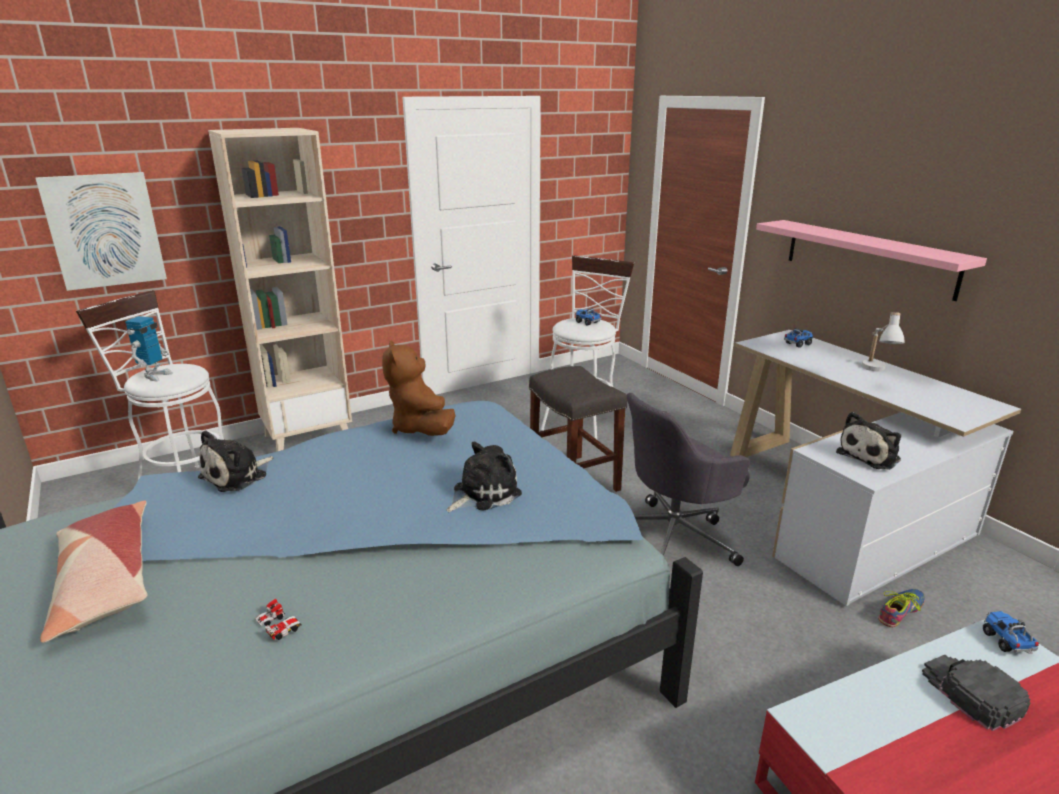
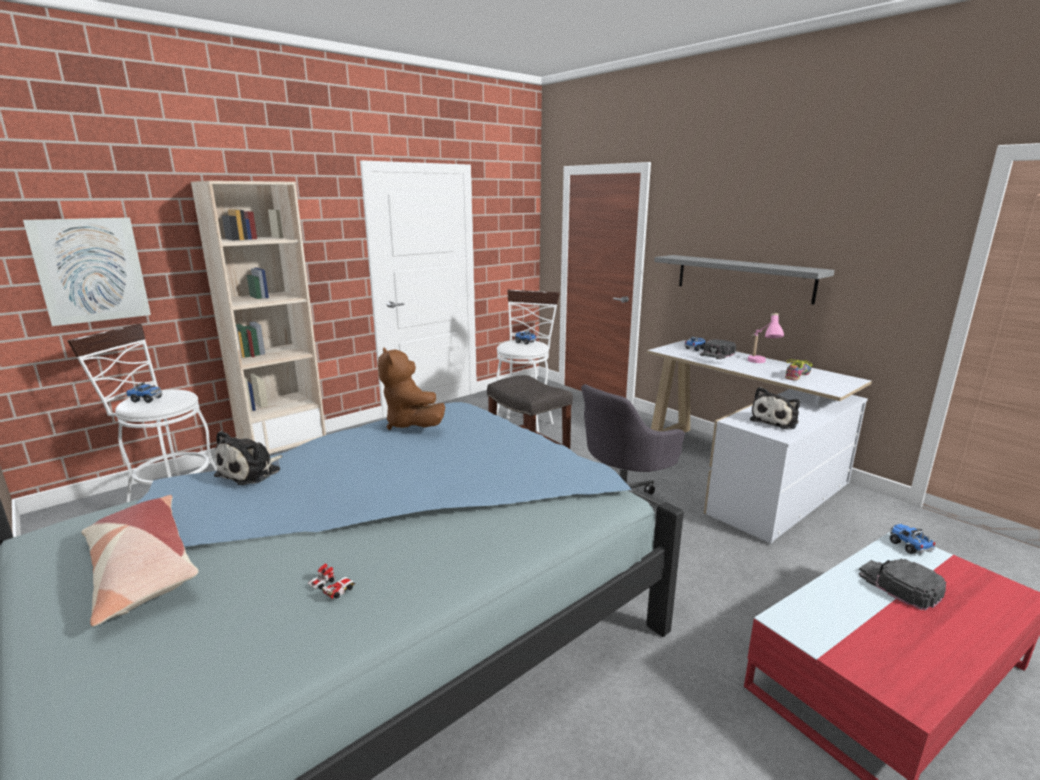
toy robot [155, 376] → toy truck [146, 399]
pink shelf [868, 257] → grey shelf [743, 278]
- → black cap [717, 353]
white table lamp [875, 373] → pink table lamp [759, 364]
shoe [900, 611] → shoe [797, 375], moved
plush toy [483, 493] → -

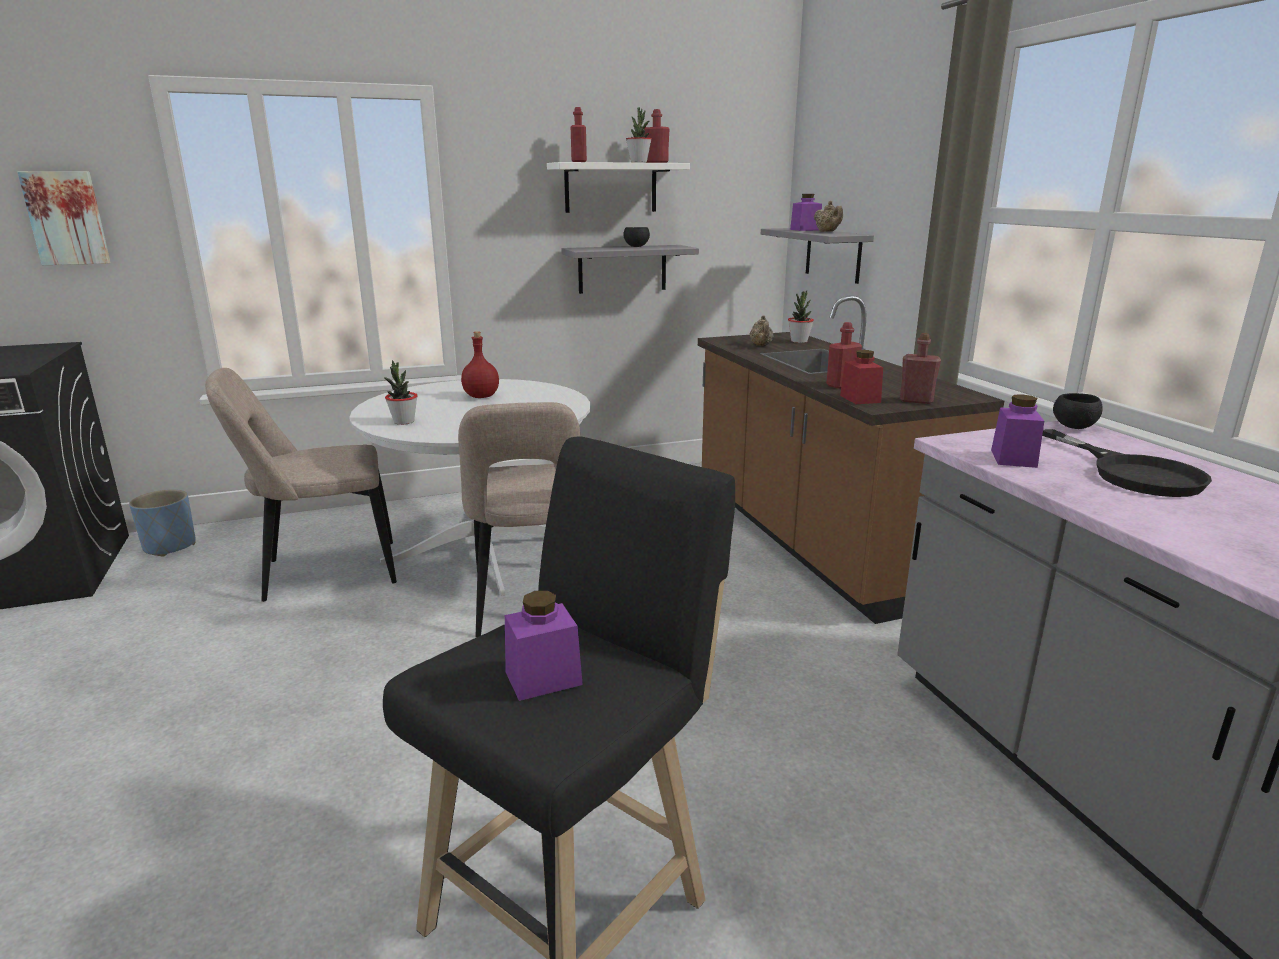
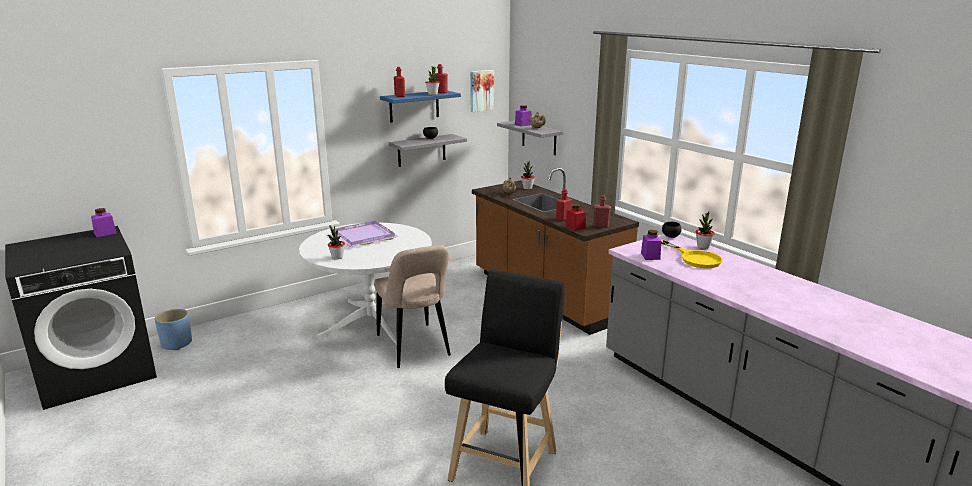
purple jar [543, 678] → purple jar [105, 233], moved
red bottle [482, 396] → purple tray [365, 236]
white shelf [610, 188] → blue shelf [414, 106]
picture [66, 218] → picture [481, 90], moved
black frying pan [1133, 473] → yellow frying pan [695, 258]
- → potted plant [703, 246]
beige chair [323, 573] → -

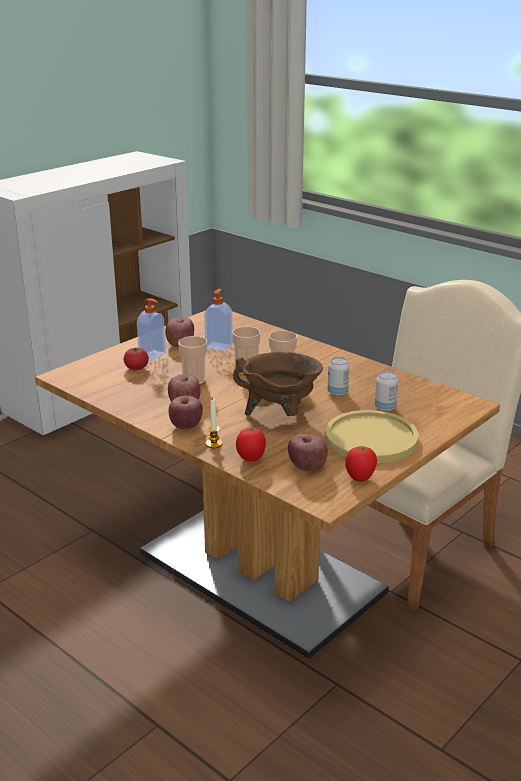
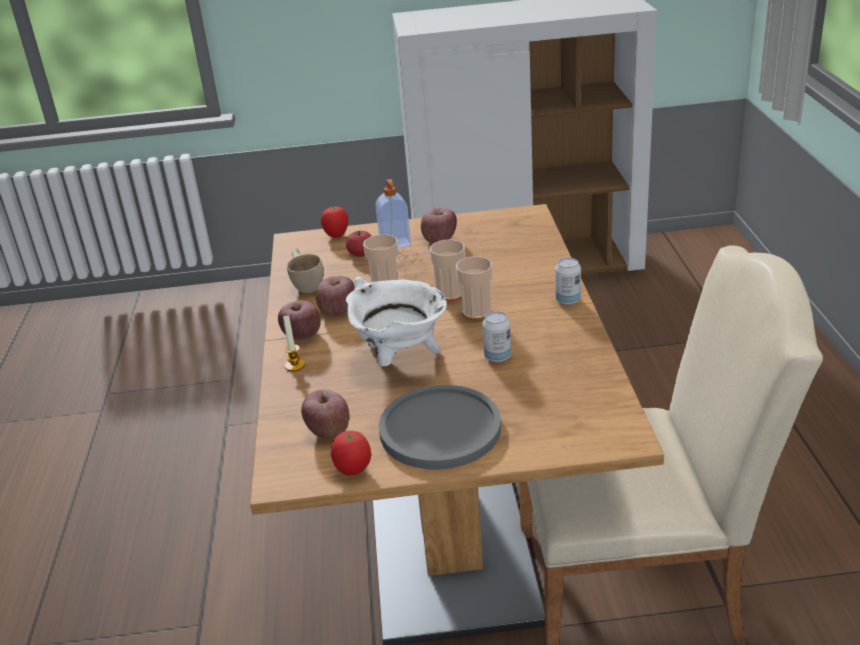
- → beige cup [307, 283]
tomato [251, 459] → tomato [336, 236], moved
brown cooking pot [280, 415] → white cooking pot [400, 359]
yellow plate [371, 439] → grey plate [440, 429]
can [385, 408] → can [568, 300], moved
soap dispenser [219, 346] → -

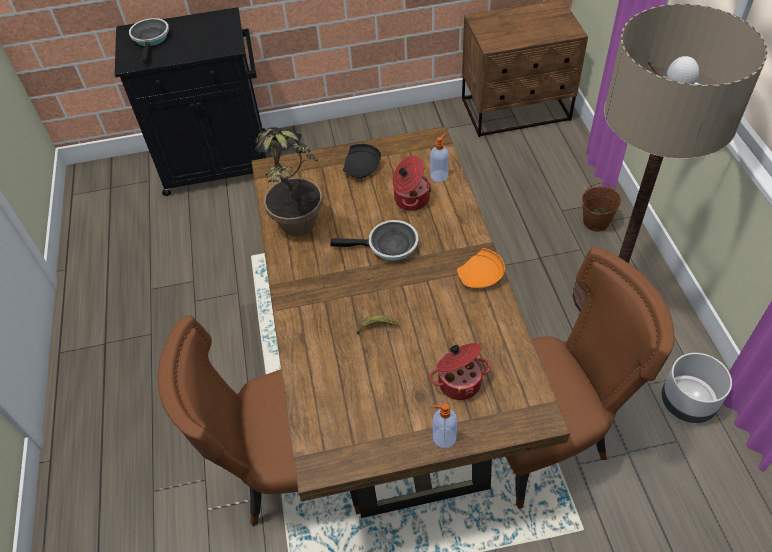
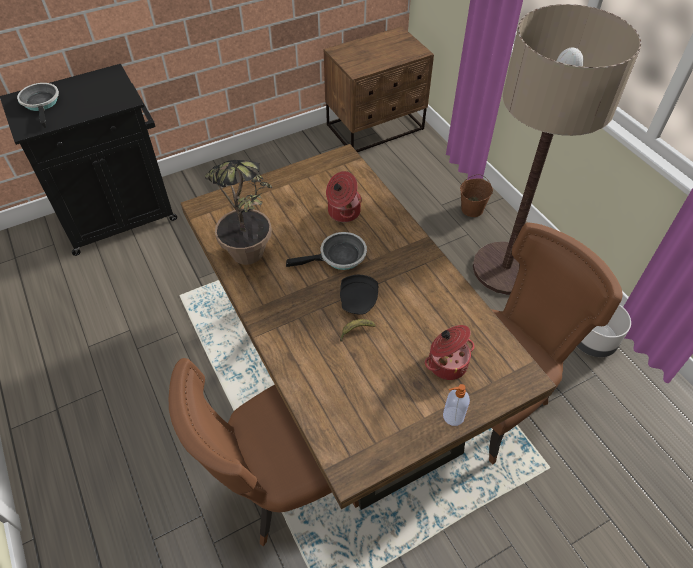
black plate [362, 168] → black plate [359, 300], moved
soap dispenser [439, 175] → -
orange plate [481, 277] → -

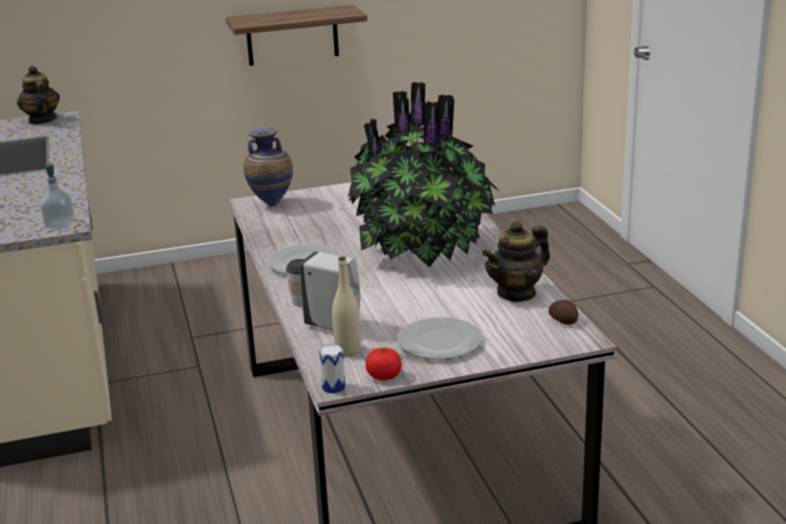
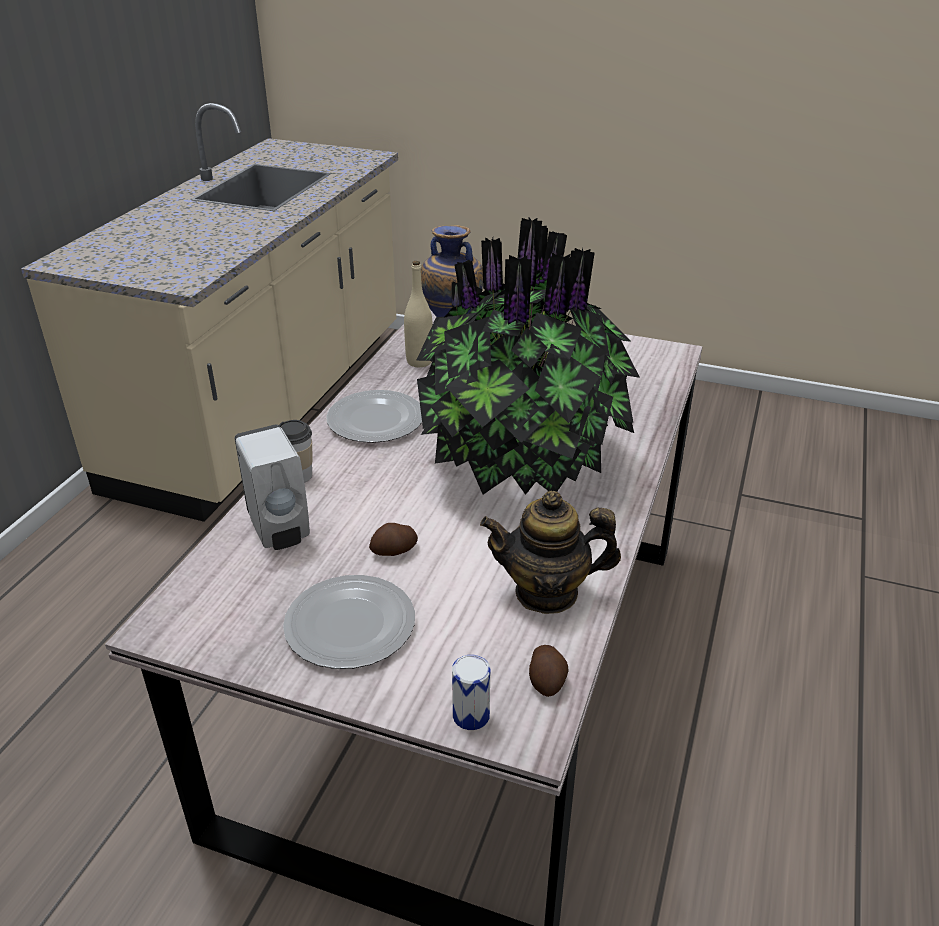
- → potato [394, 551]
beige bottle [348, 351] → beige bottle [419, 361], moved
can [333, 387] → can [471, 715], moved
teapot [41, 120] → -
soap dispenser [60, 224] → -
shelf [292, 35] → -
tomato [384, 376] → -

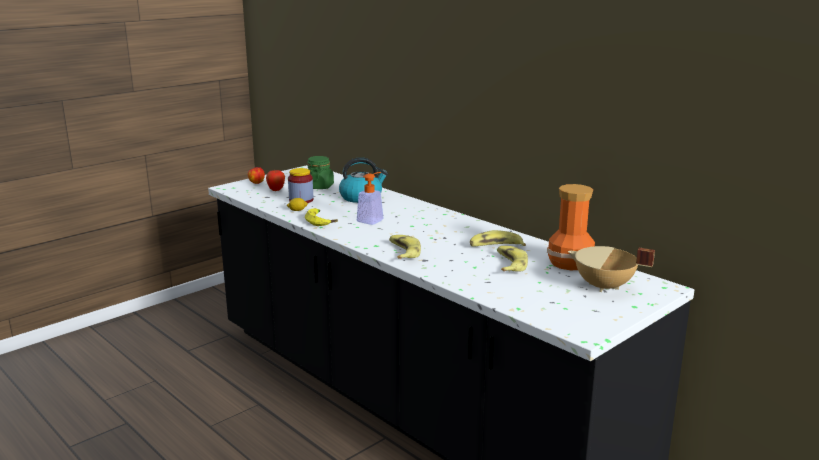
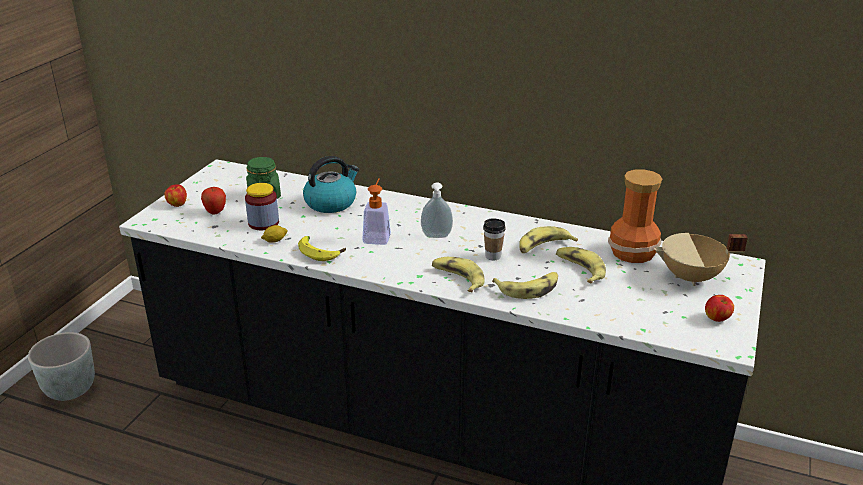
- → grey planter [70, 389]
- → soap dispenser [436, 237]
- → cup [493, 256]
- → banana [528, 289]
- → apple [717, 319]

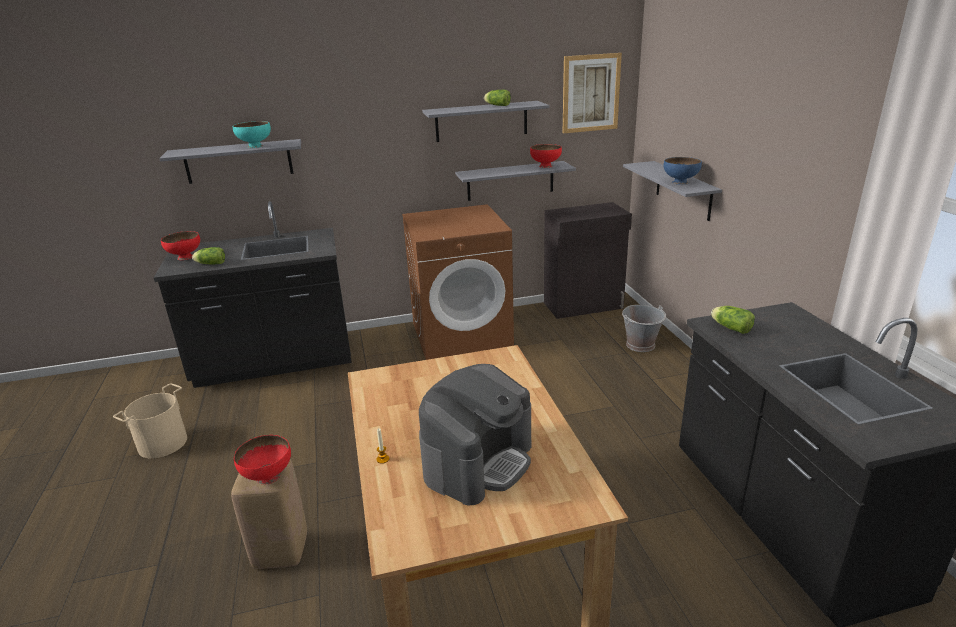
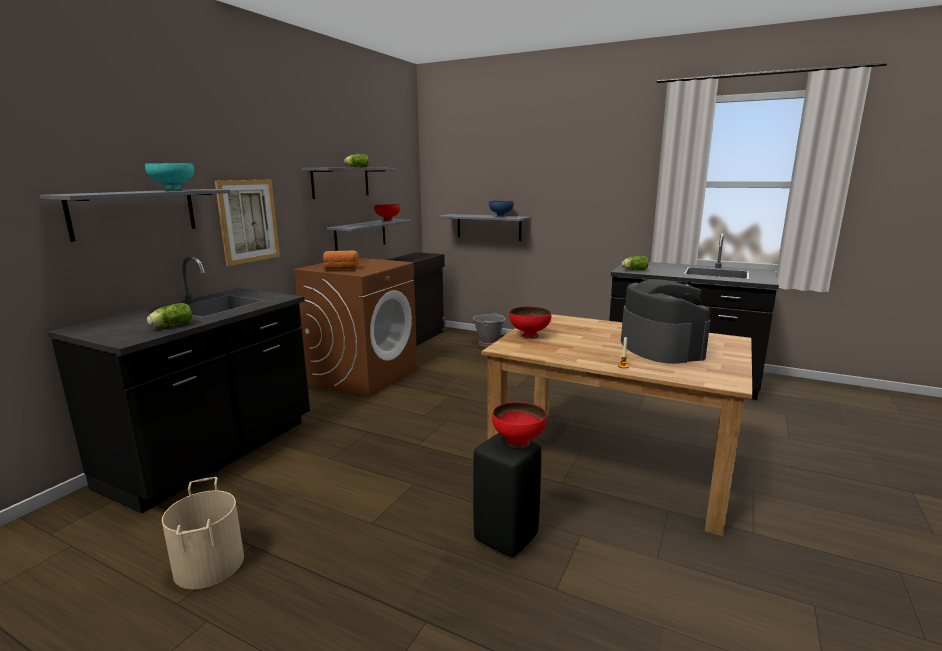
picture [591, 93] → picture [248, 221], moved
- → bread [341, 269]
beige stool [280, 550] → black stool [504, 538]
red bowl [185, 257] → red bowl [529, 335], moved

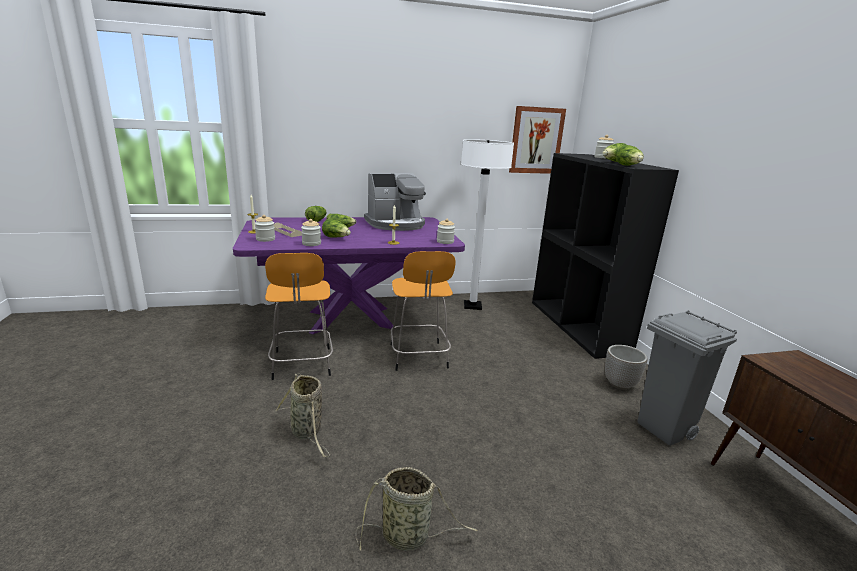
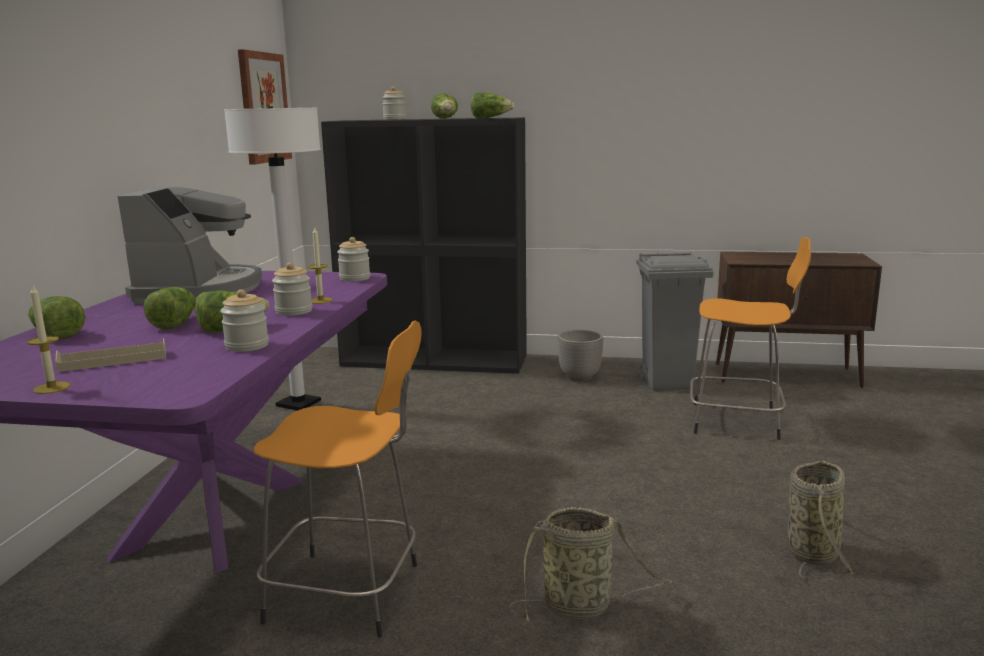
jar [265, 239] → jar [294, 311], moved
orange stool [418, 357] → orange stool [739, 421], moved

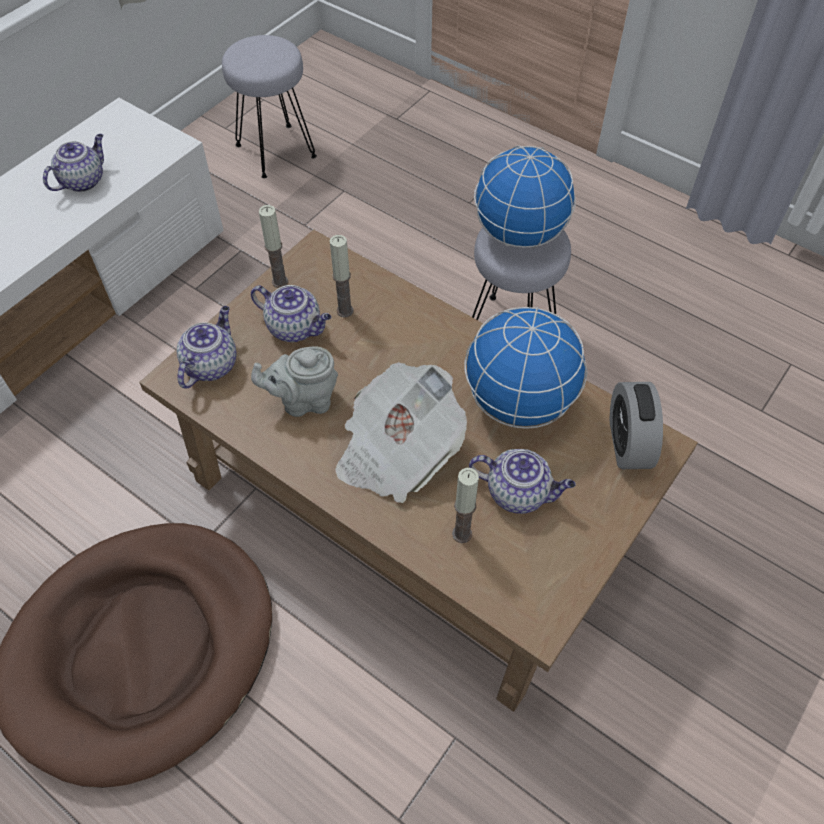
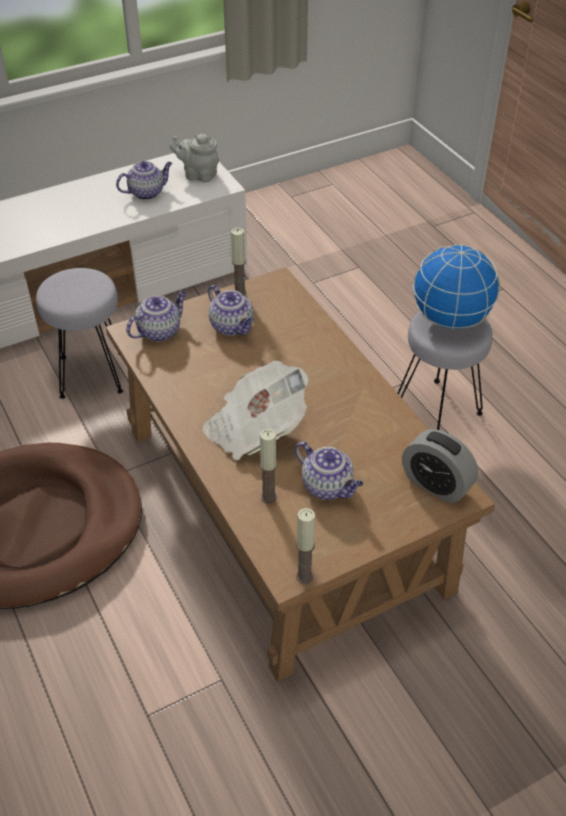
grey stool [276, 150] → grey stool [92, 373], moved
grey teapot [304, 401] → grey teapot [198, 175], moved
candle [345, 311] → candle [304, 576], moved
alarm clock [628, 443] → alarm clock [436, 484], 75 degrees counterclockwise
globe [519, 401] → -

